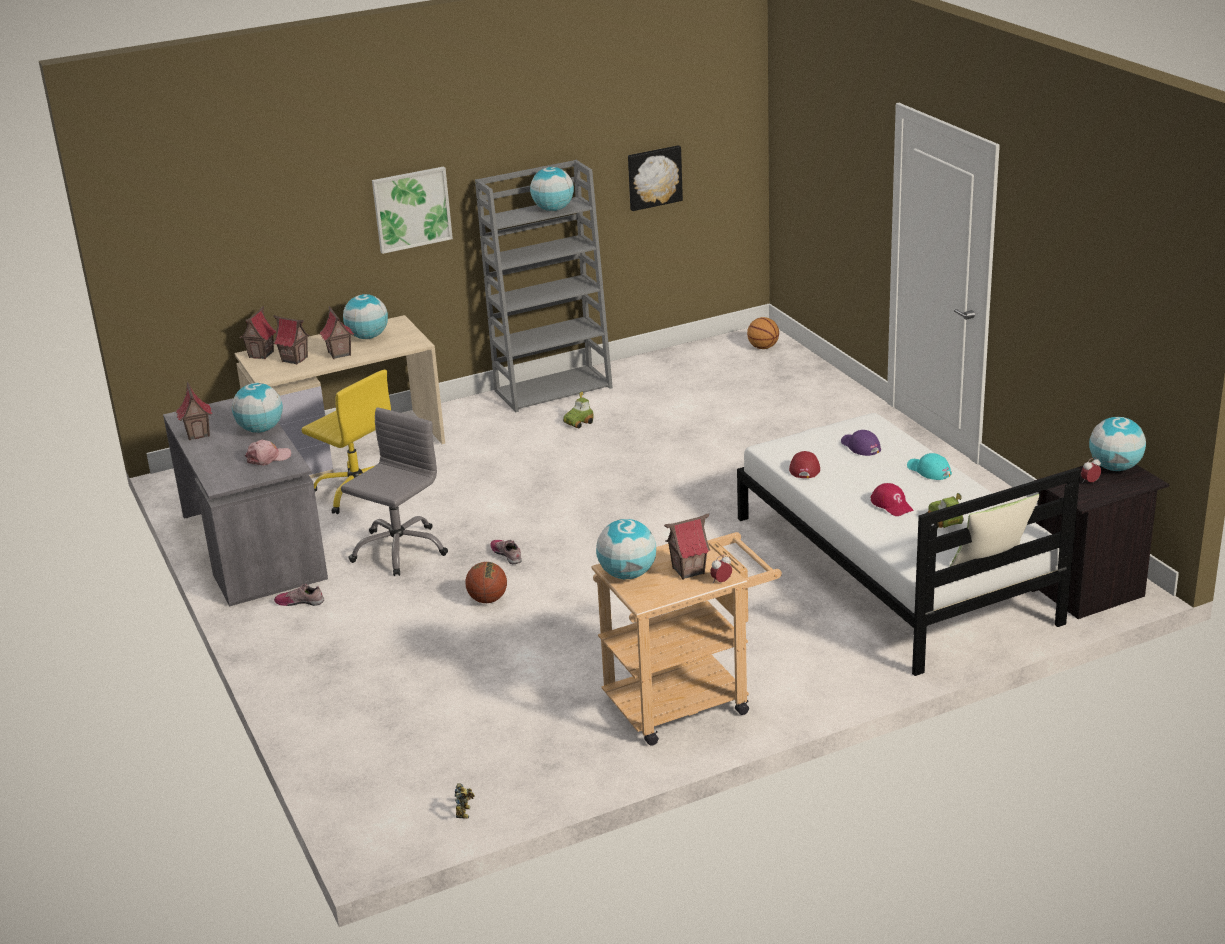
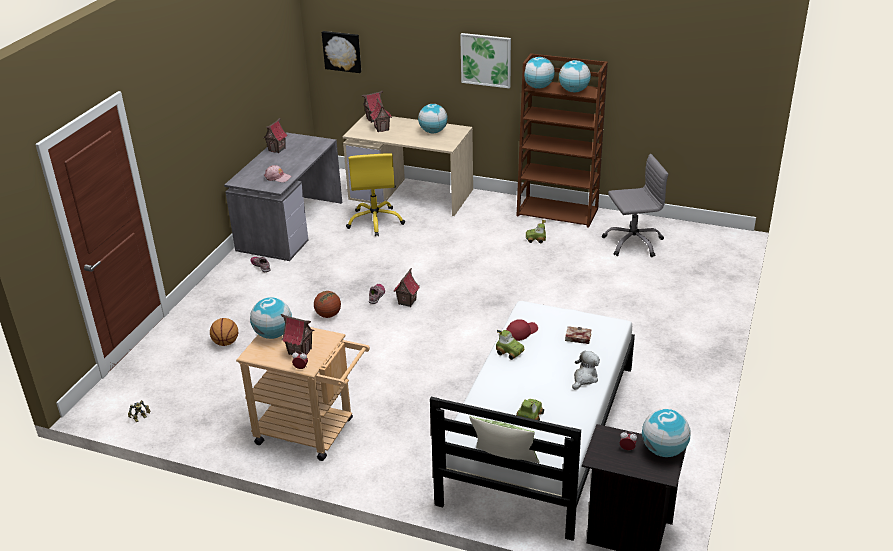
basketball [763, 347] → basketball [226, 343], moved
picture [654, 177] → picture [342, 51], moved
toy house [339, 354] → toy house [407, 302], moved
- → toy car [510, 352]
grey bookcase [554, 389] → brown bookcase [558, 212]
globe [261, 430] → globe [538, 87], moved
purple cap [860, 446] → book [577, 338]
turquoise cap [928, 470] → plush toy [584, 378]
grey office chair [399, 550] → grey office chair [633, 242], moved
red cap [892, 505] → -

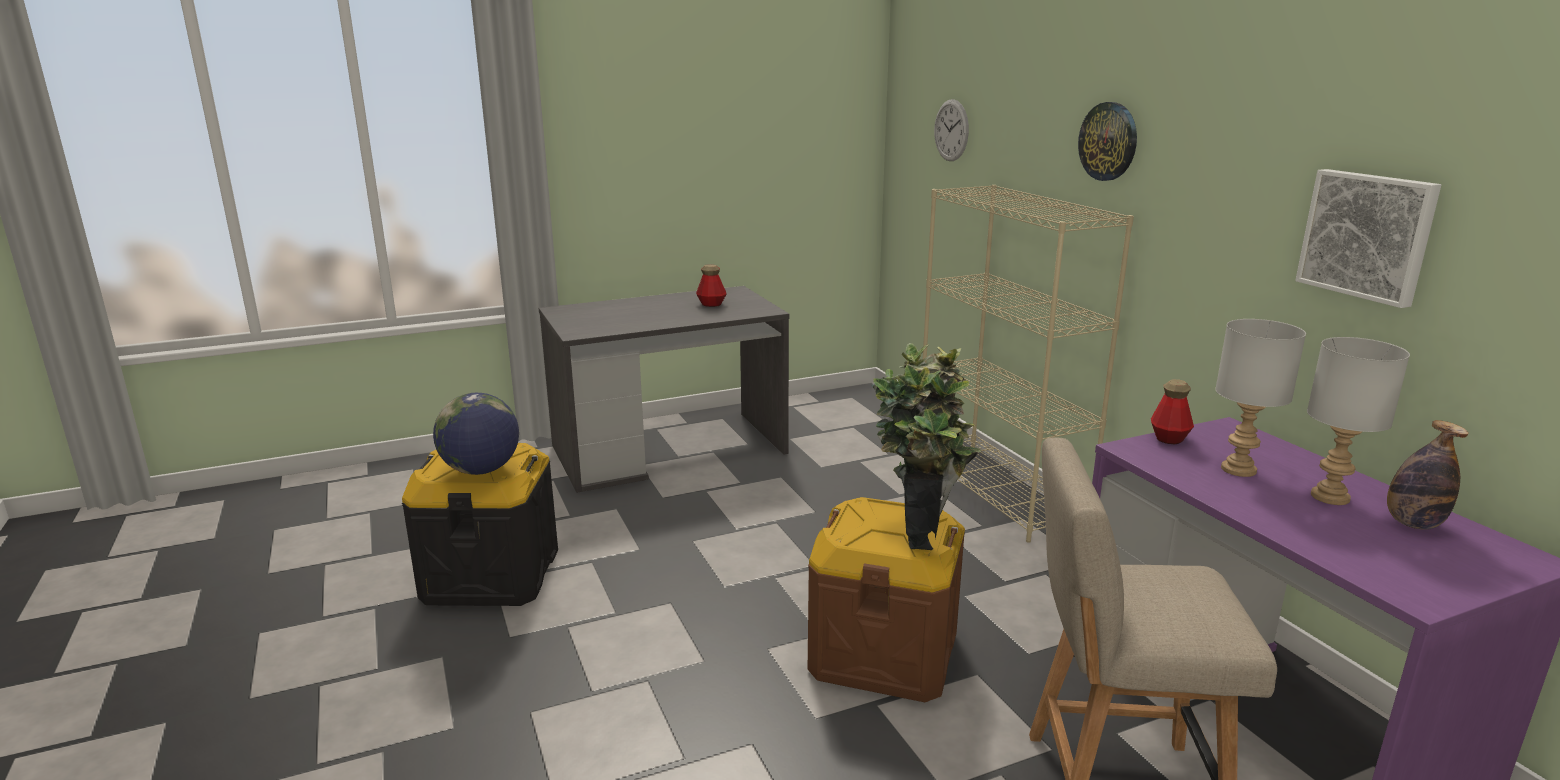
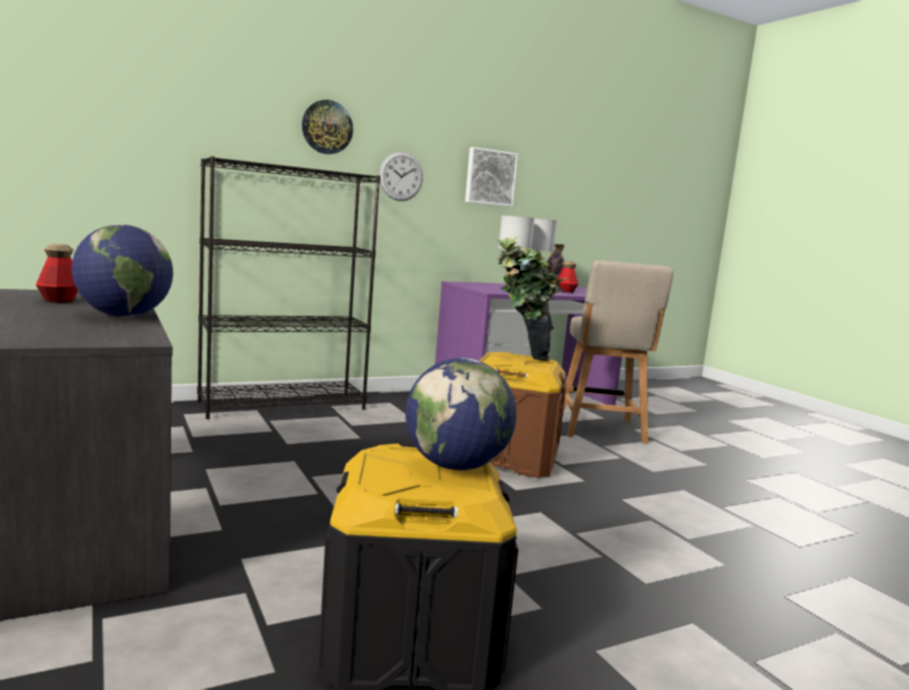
- → globe [123, 316]
beige bookcase [999, 491] → black bookcase [283, 405]
wall clock [951, 130] → wall clock [401, 176], moved
bottle [1169, 438] → bottle [565, 291], moved

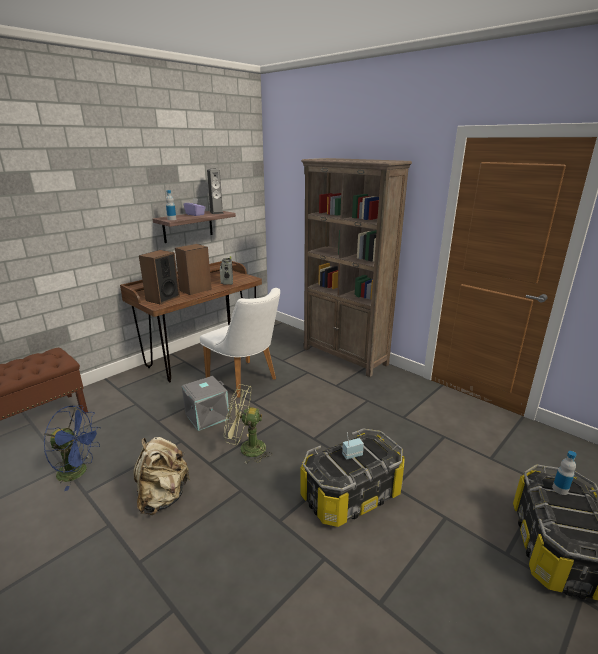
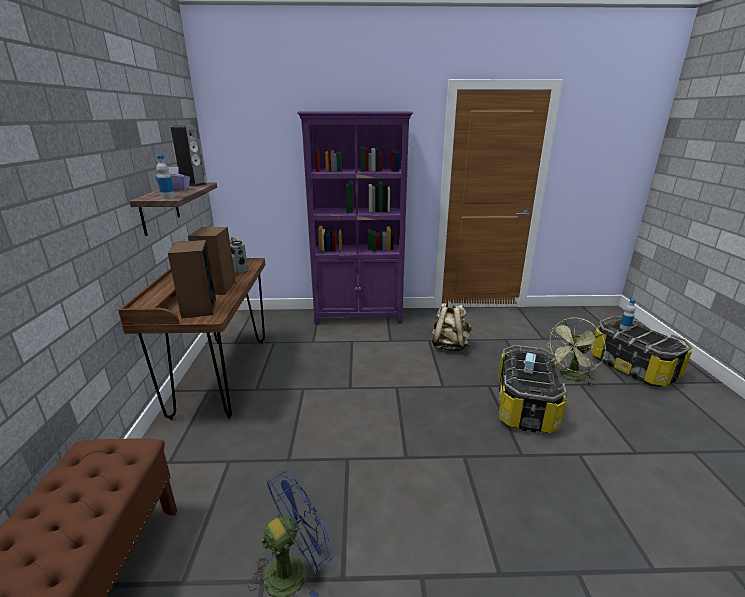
brown bookcase [345, 356] → purple bookcase [359, 316]
beige backpack [163, 497] → beige backpack [449, 346], moved
green fan [246, 449] → green fan [570, 377], moved
grey storage box [207, 416] → -
white chair [246, 381] → -

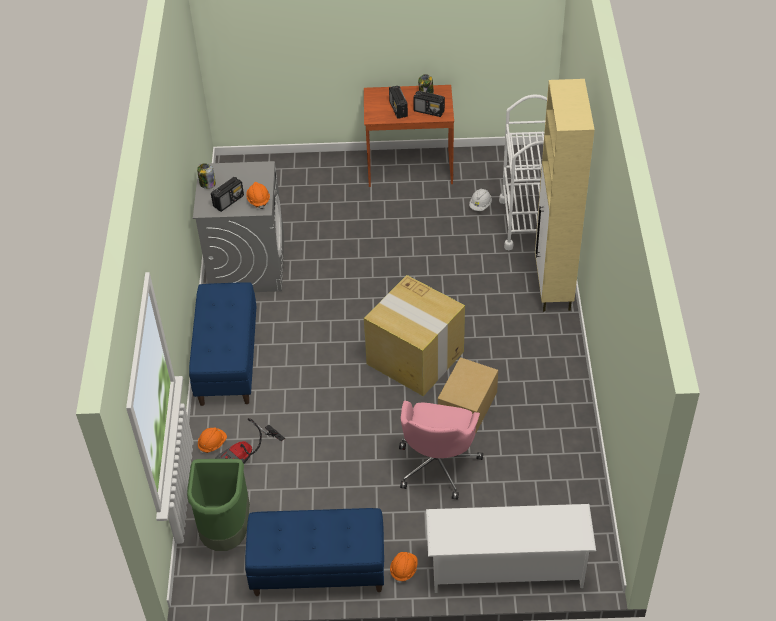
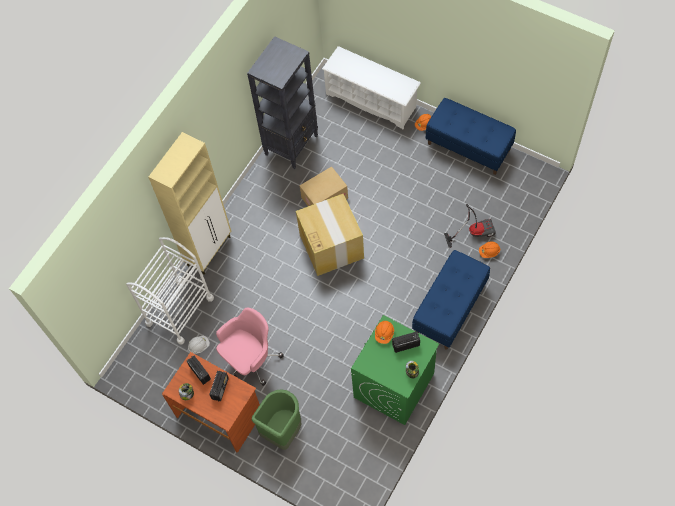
pink office chair [438, 464] → pink office chair [250, 359], moved
- → black bookcase [292, 145]
green trash can [226, 532] → green trash can [282, 430], moved
grey washing machine [247, 264] → green washing machine [394, 386]

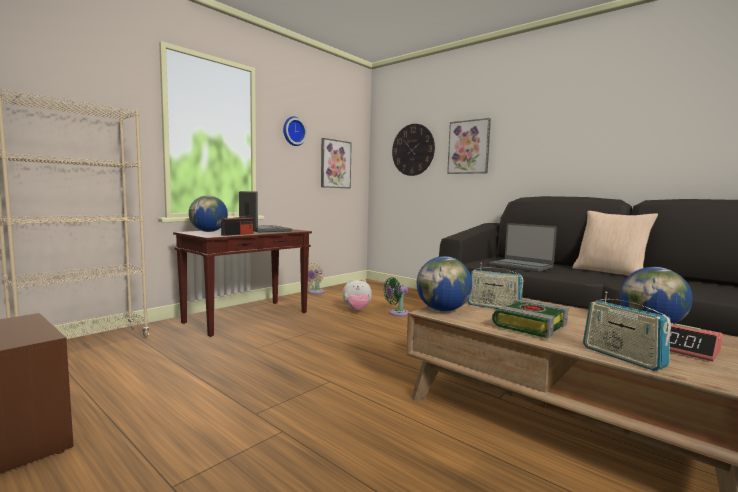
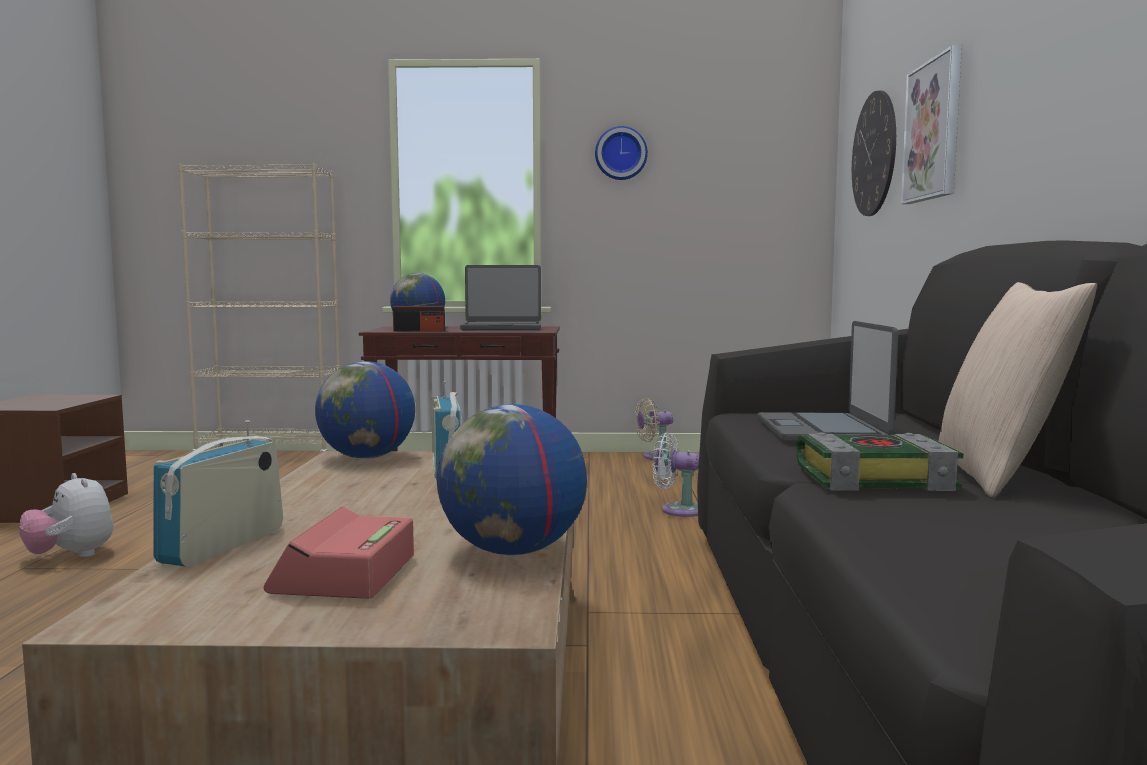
plush toy [357, 310] → plush toy [71, 556], moved
laptop [264, 230] → laptop [502, 328], 75 degrees clockwise
green fan [397, 313] → white fan [678, 510]
book [529, 325] → book [875, 478], moved
picture [335, 164] → -

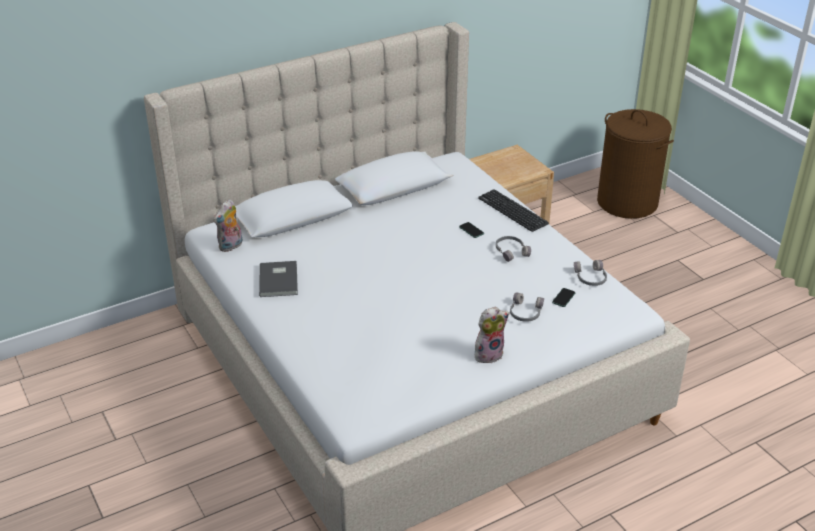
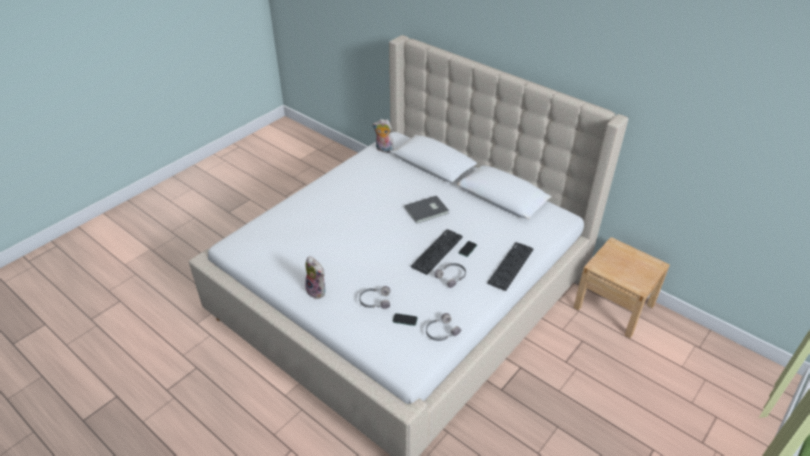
grey book [280, 280] → grey book [427, 211], moved
- → keyboard [437, 252]
brown laundry basket [627, 202] → -

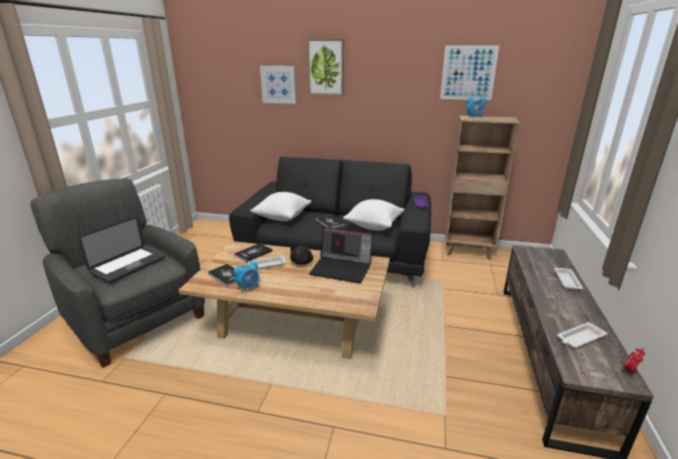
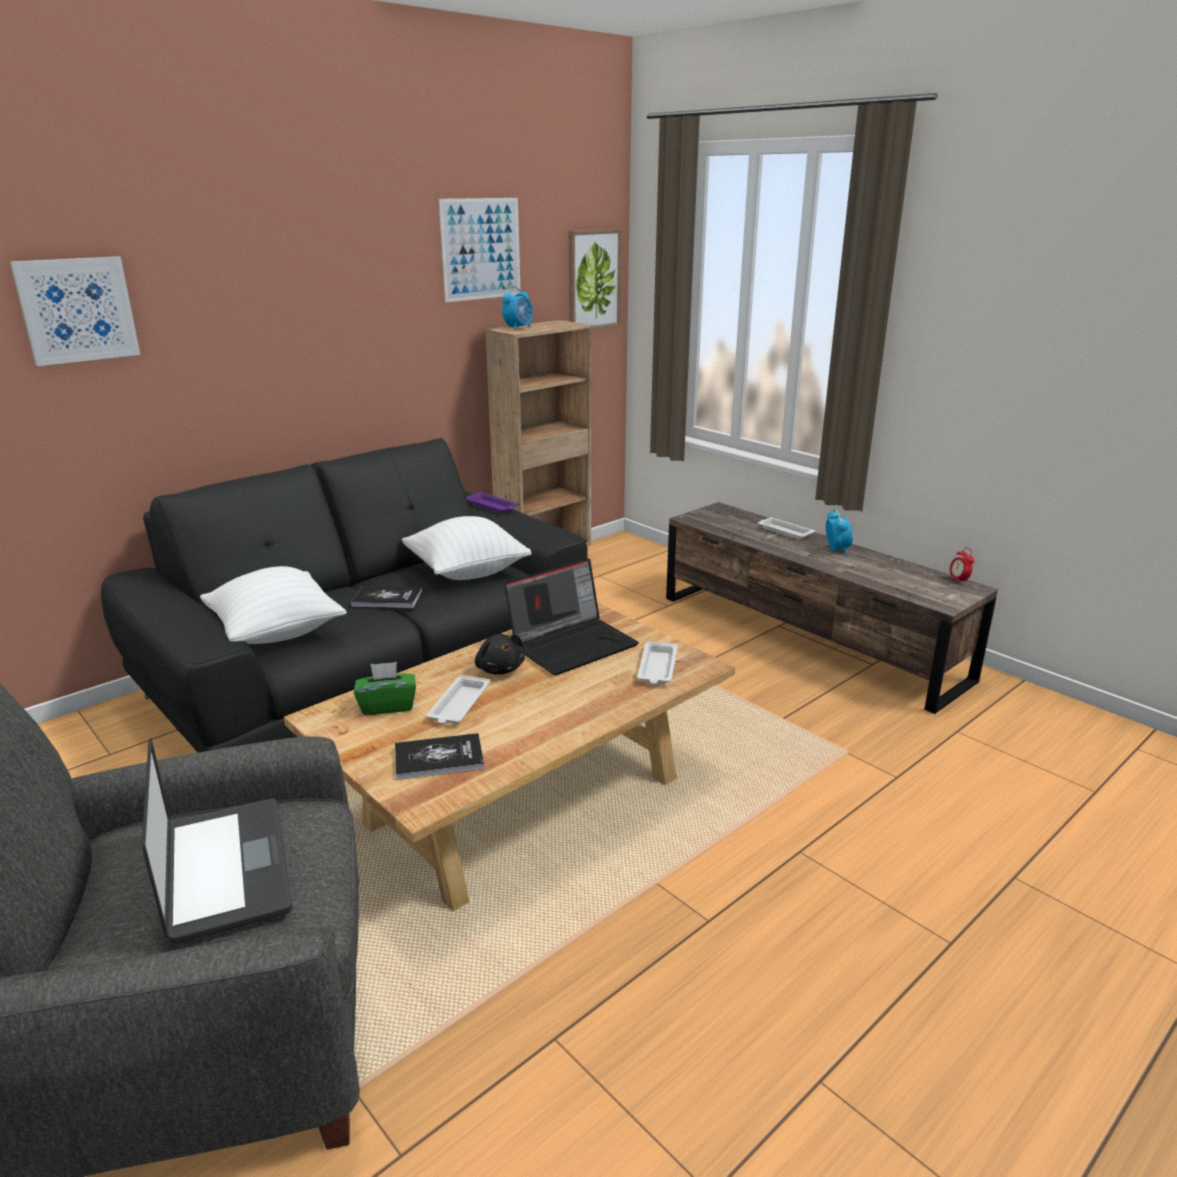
book [253, 253] → green tissue box [387, 706]
picture [326, 67] → picture [593, 280], moved
white tray [580, 338] → white tray [657, 668], moved
alarm clock [248, 287] → alarm clock [836, 550], moved

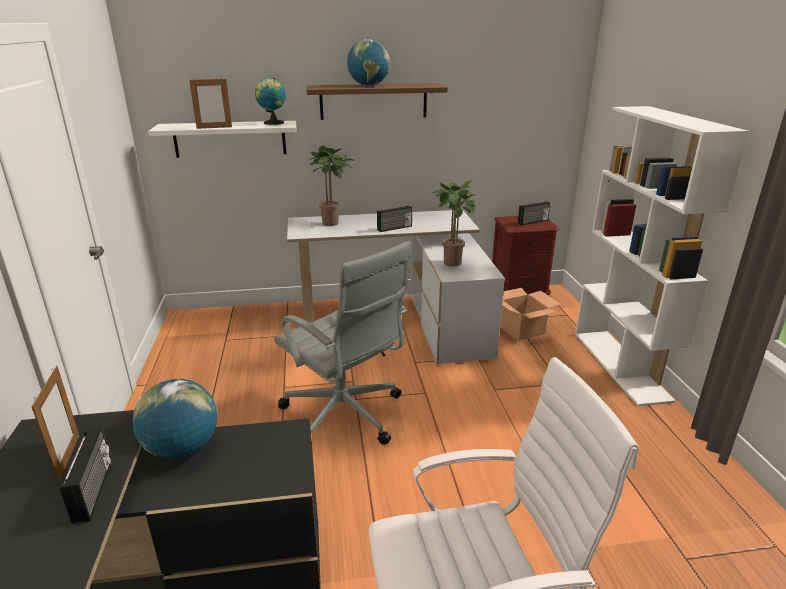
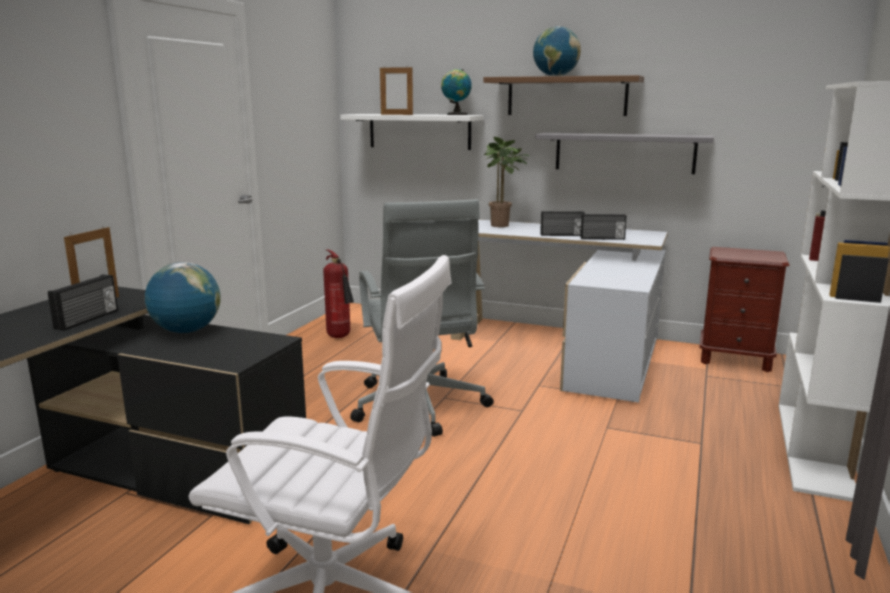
- → fire extinguisher [340, 337]
- → grey shelf [624, 152]
radio [533, 222] → radio [602, 238], moved
potted plant [453, 264] → -
cardboard box [521, 329] → -

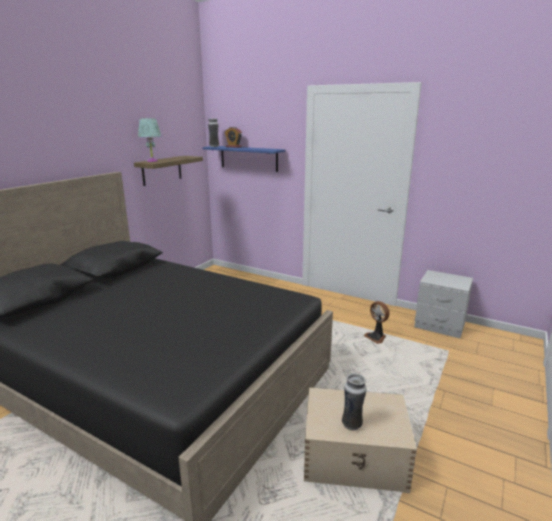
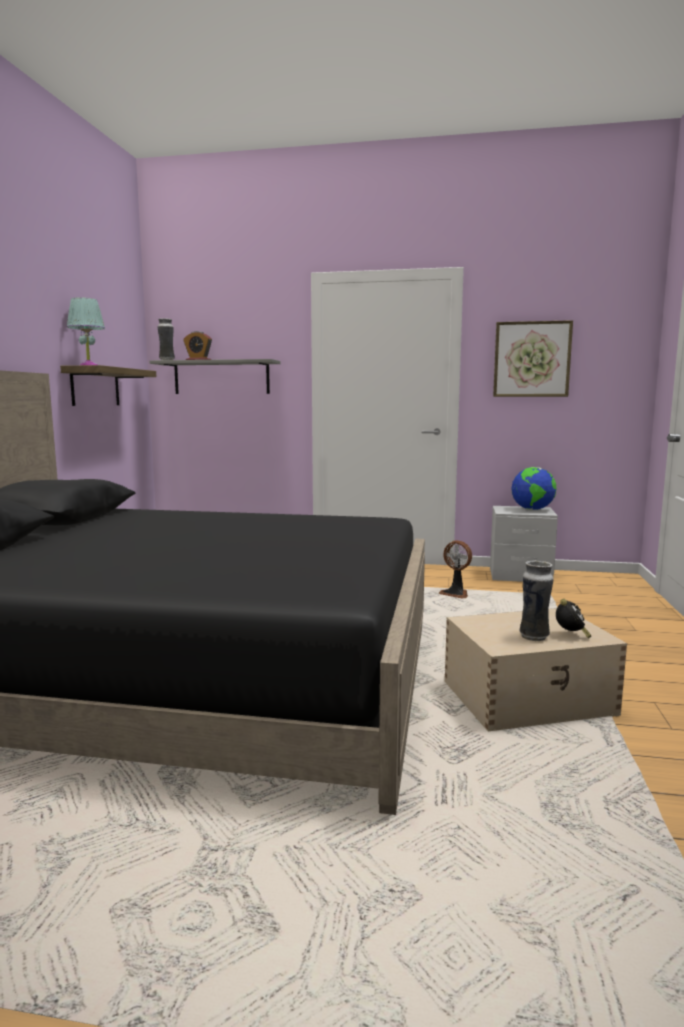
blue shelf [248, 158] → grey shelf [221, 377]
- → picture [531, 359]
- → globe [532, 509]
- → alarm clock [571, 635]

